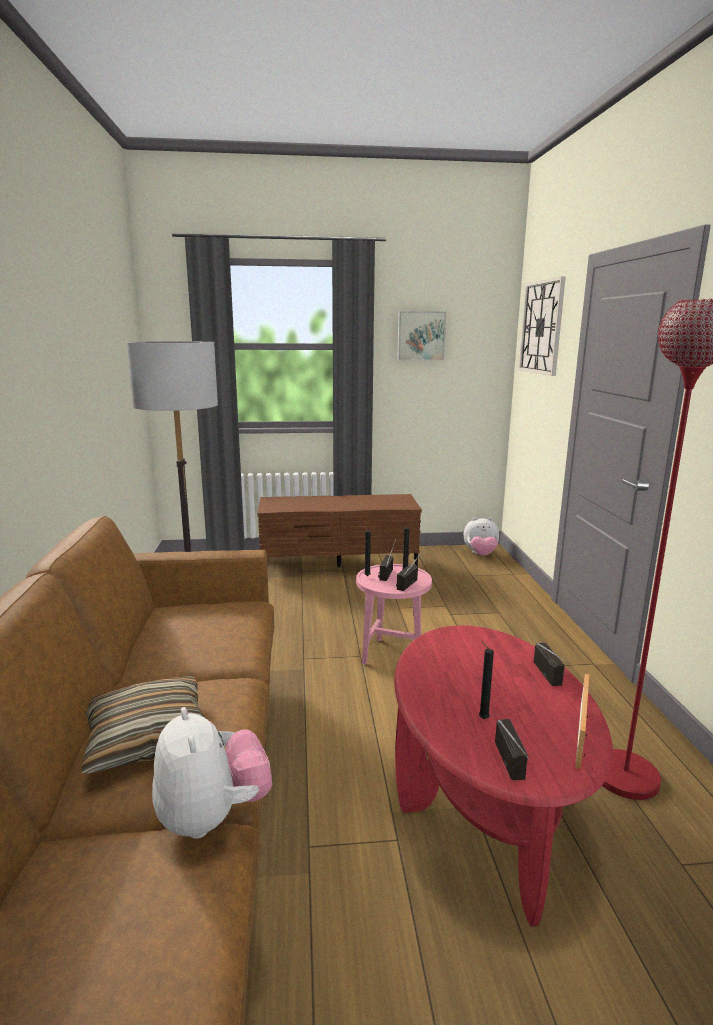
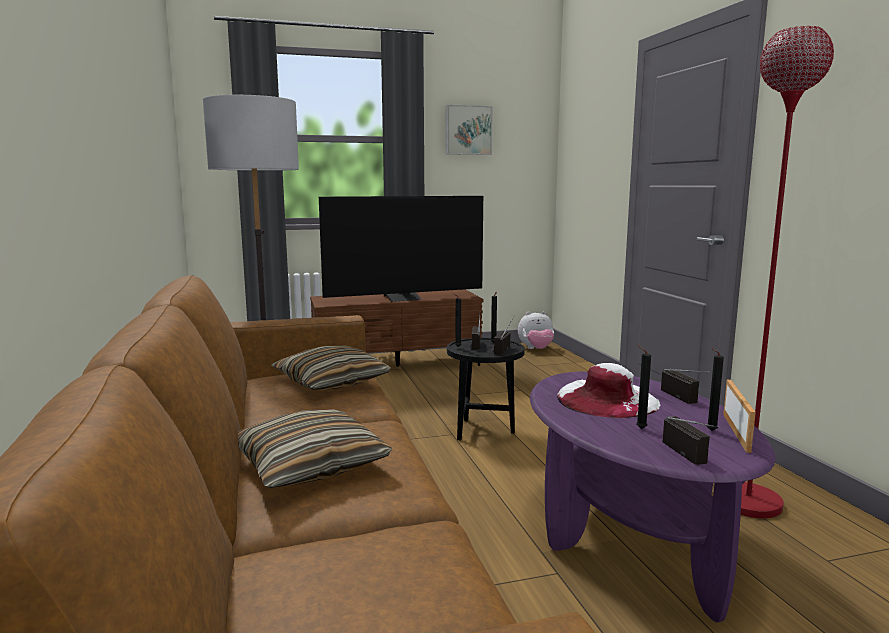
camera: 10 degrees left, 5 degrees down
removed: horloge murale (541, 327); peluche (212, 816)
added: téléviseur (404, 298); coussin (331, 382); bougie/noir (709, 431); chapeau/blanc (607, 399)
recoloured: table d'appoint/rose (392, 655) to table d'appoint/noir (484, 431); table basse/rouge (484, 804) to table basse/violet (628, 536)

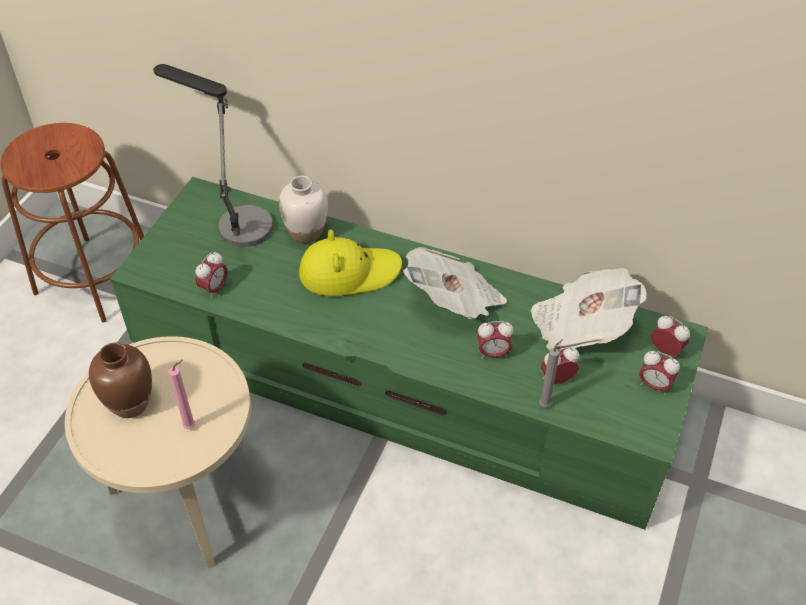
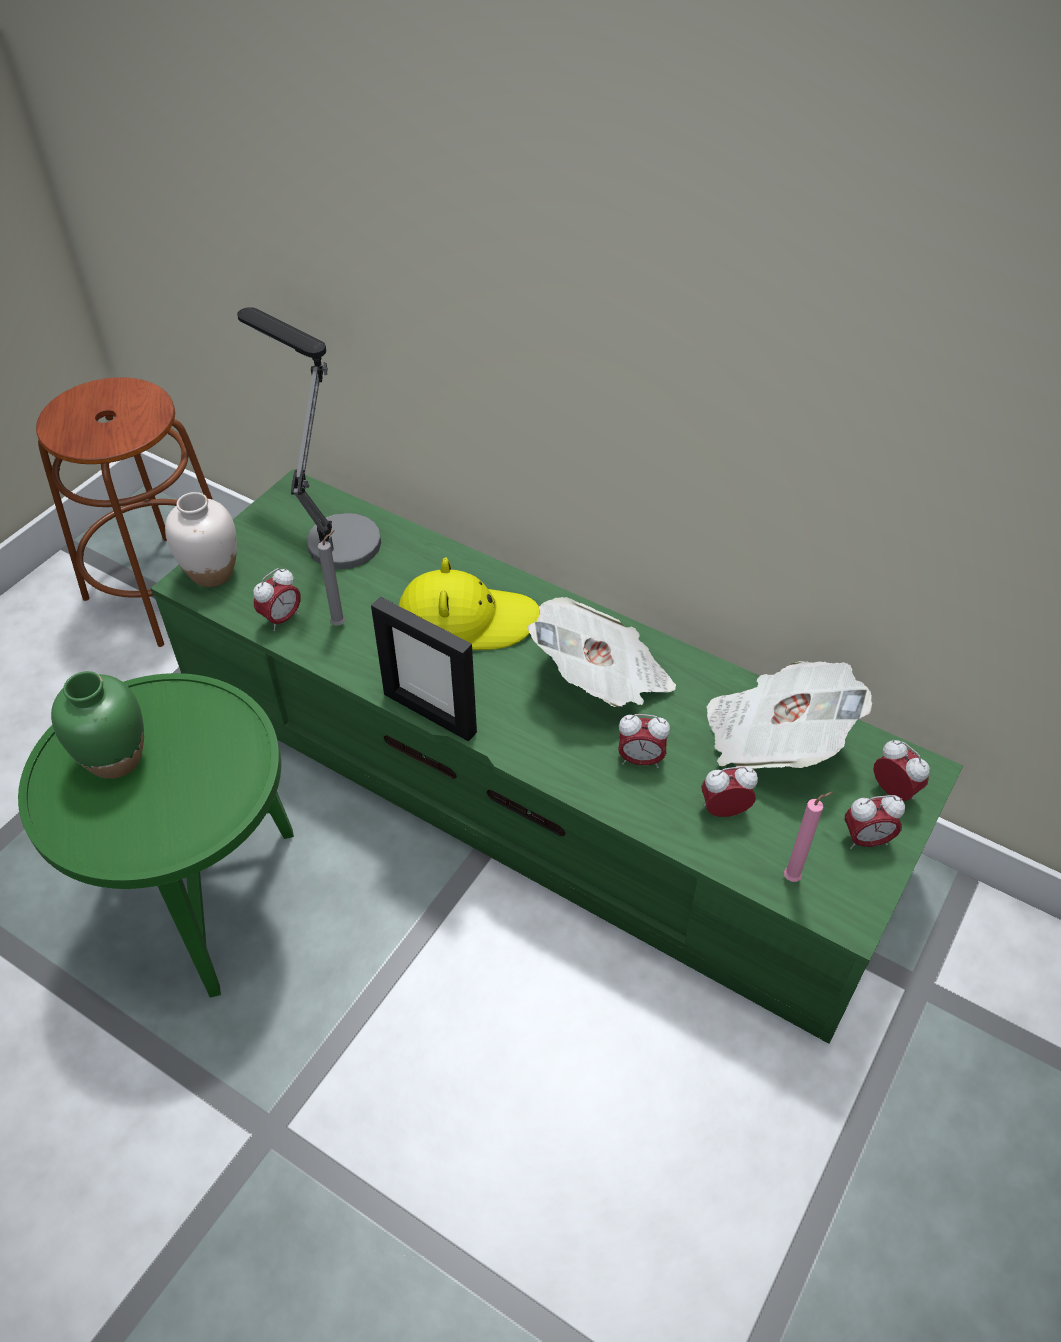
camera: 10 degrees right, 0 degrees up
added: cadre photo (431, 711)
moved: vase/blanc (306, 233) to (212, 573); bougie/gris (546, 404) to (340, 623); bougie/rose (192, 426) to (794, 877)
recoloured: table d'appoint/beige (189, 504) to table d'appoint/vert (207, 904); vase/marron (130, 404) to vase/vert (115, 759)
turned: réveil (654, 385) = (866, 840) 45 degrees counterclockwise

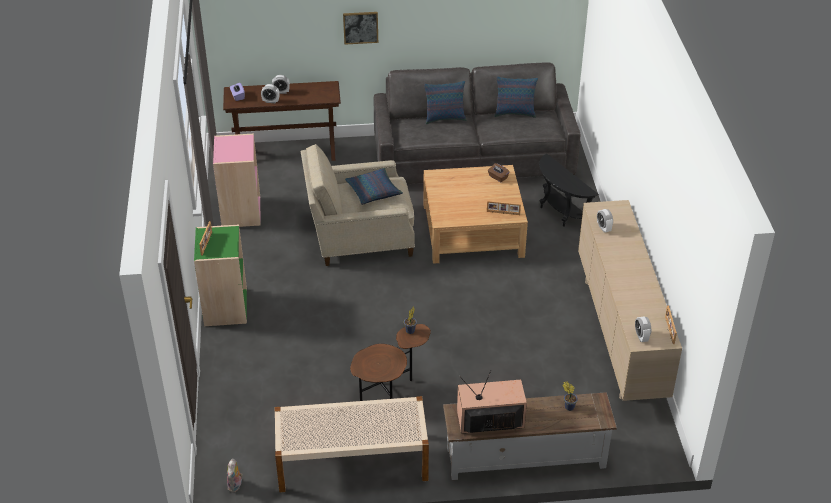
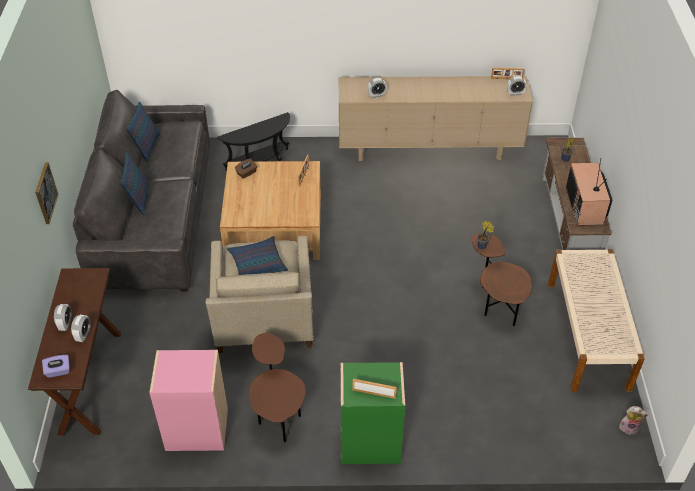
camera: 85 degrees left, 5 degrees up
added: table d'appoint/marron (277, 412)

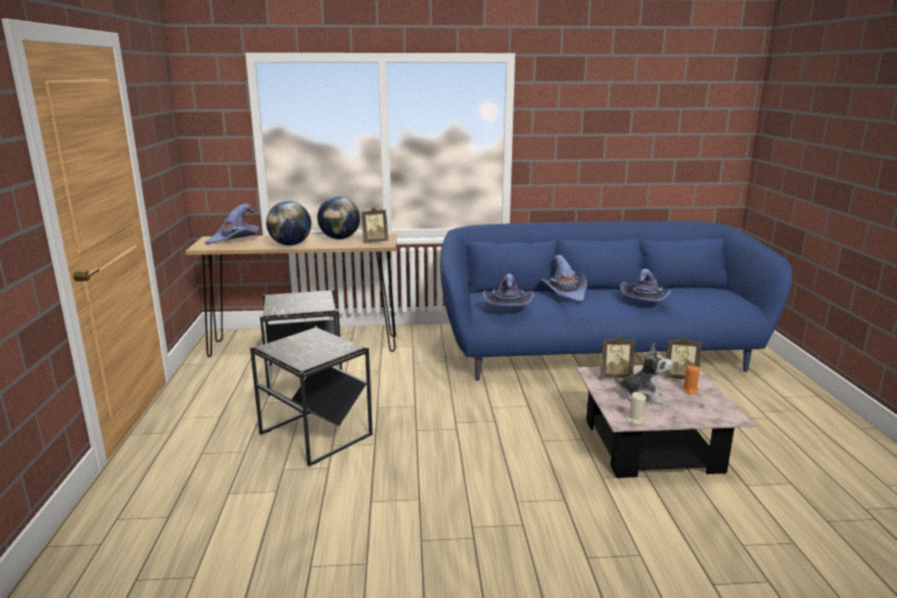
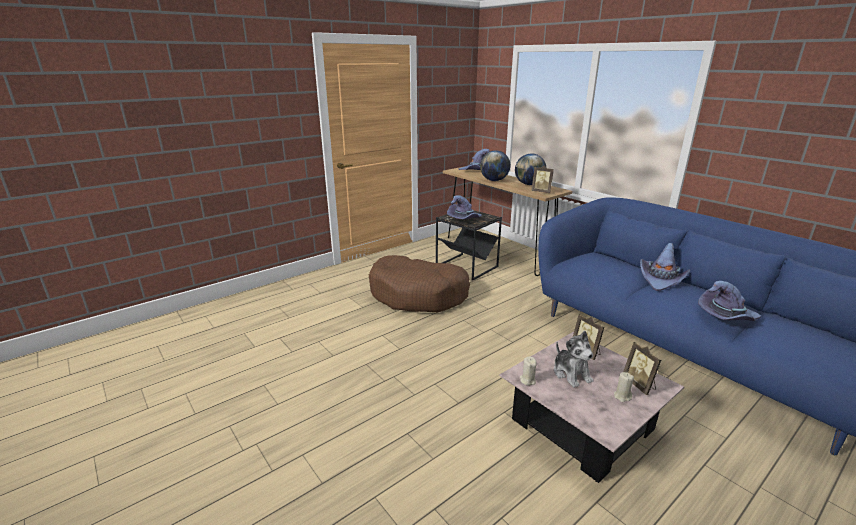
camera: 55 degrees right, 5 degrees up
moved: chapeau/violet (507, 306) to (464, 219)
replaced: table d'appoint/noir (316, 435) to panier pour chien/marron (418, 295)
recoloured: bougie/orange (690, 390) to bougie/beige (622, 396)

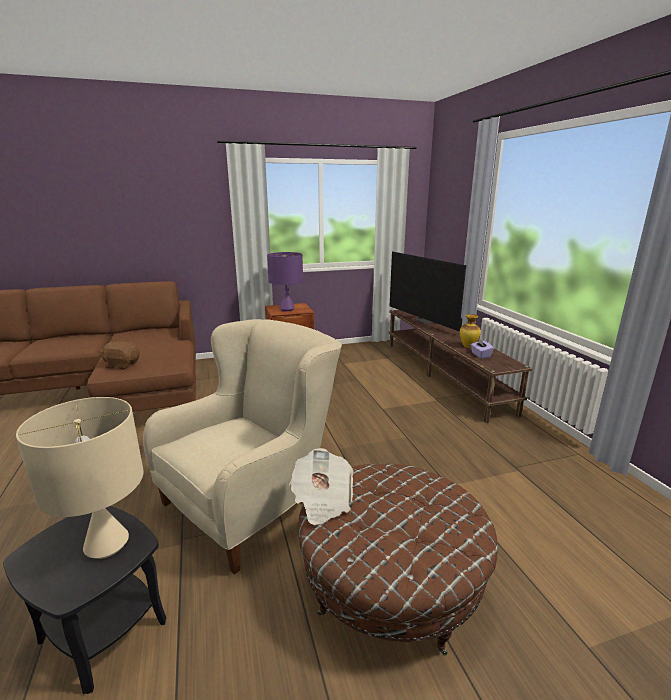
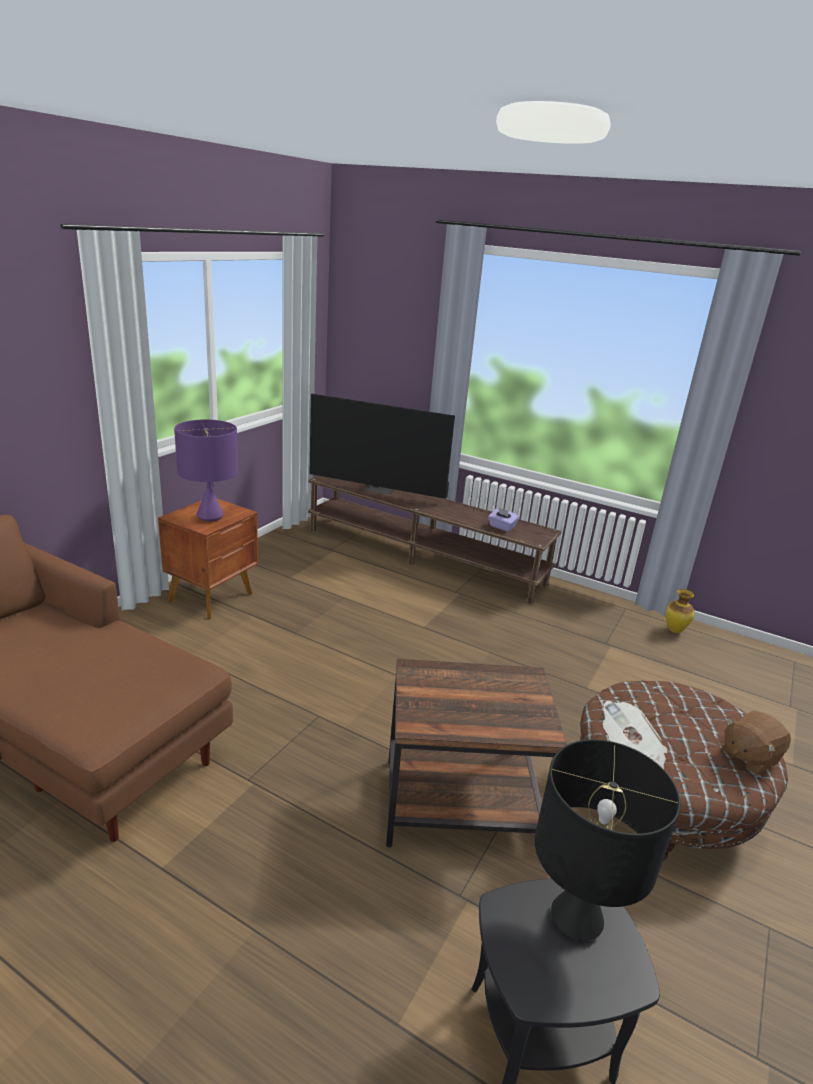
camera: 45 degrees left, 5 degrees up
moved: vase (468, 347) to (675, 630); peluche/marron (122, 365) to (749, 757)
replaced: fauteuil/beige (254, 499) to table d'appoint/marron (460, 804)
recoloured: lampe de table/beige (107, 546) to lampe de table/noir (576, 920)

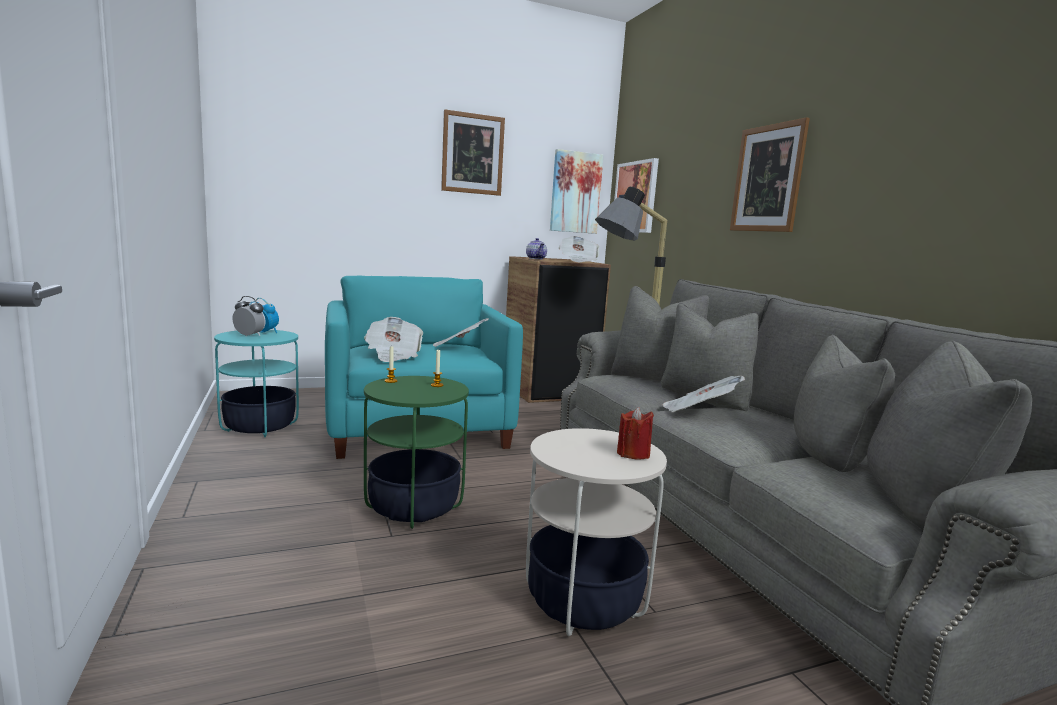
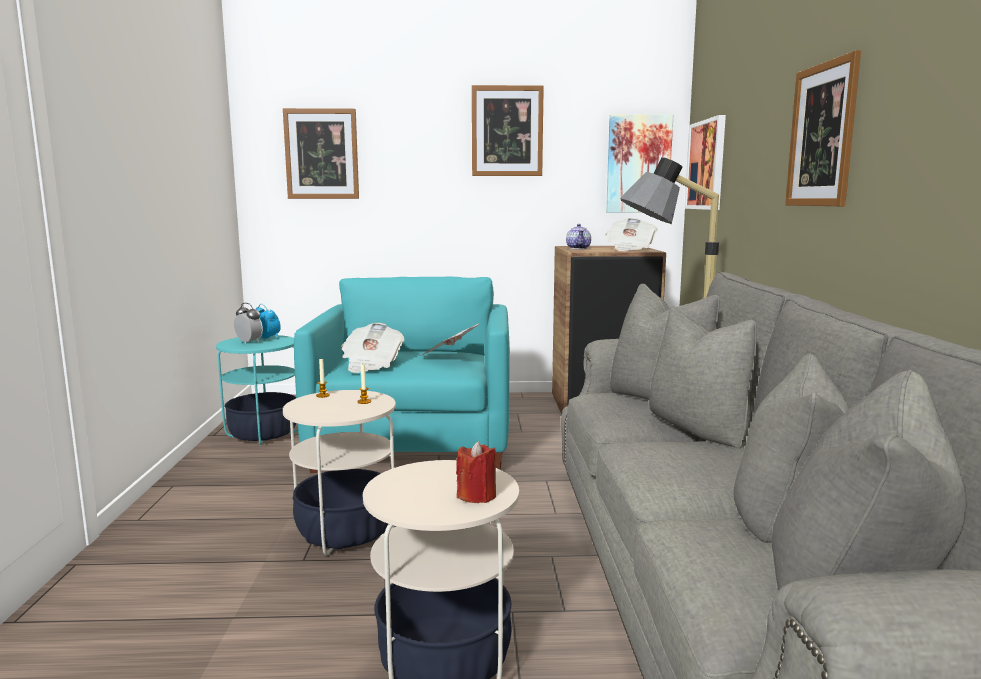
camera: 20 degrees right, 0 degrees up
removed: journal (698, 413)
added: tableau (321, 154)
recoloured: table d'appoint/vert (414, 509) to table d'appoint/beige (346, 534)

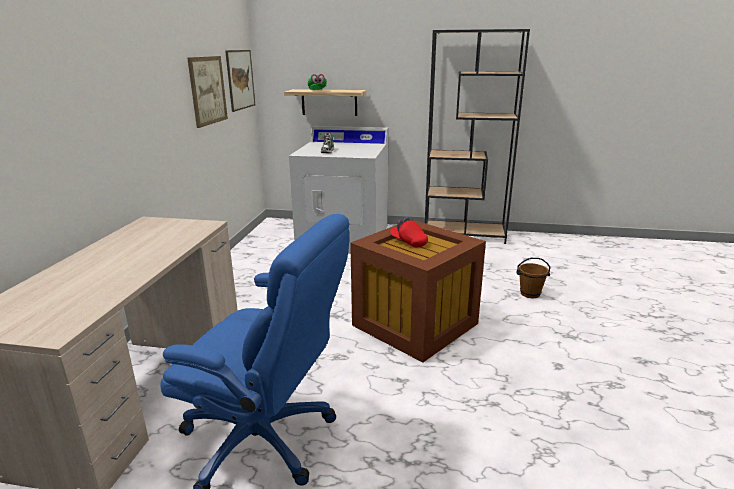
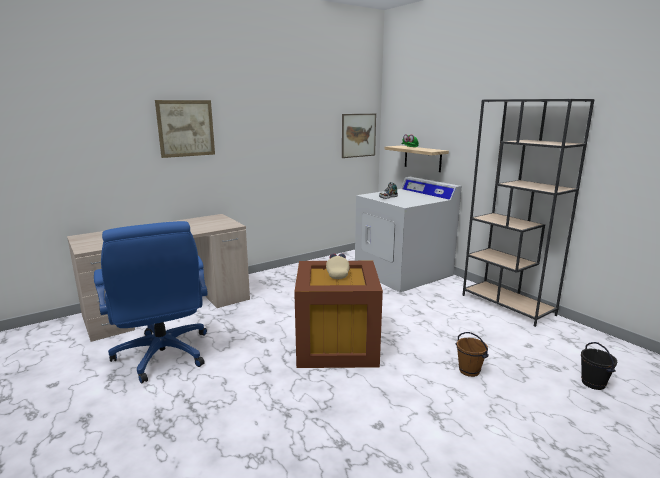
camera: 45 degrees right, 5 degrees down
added: seau/noir (593, 383)
moved: tableau (208, 90) to (186, 128)
recoloured: casquette/rouge (408, 242) to casquette/beige (337, 274)

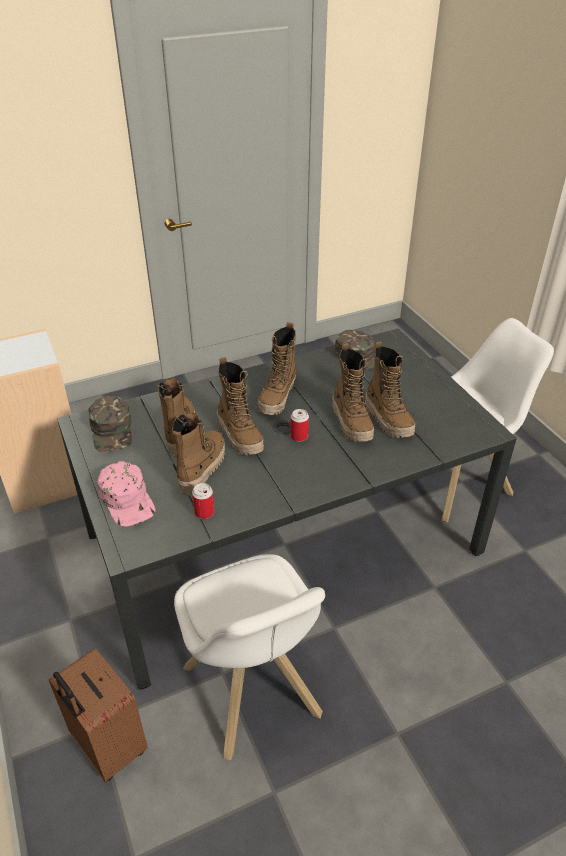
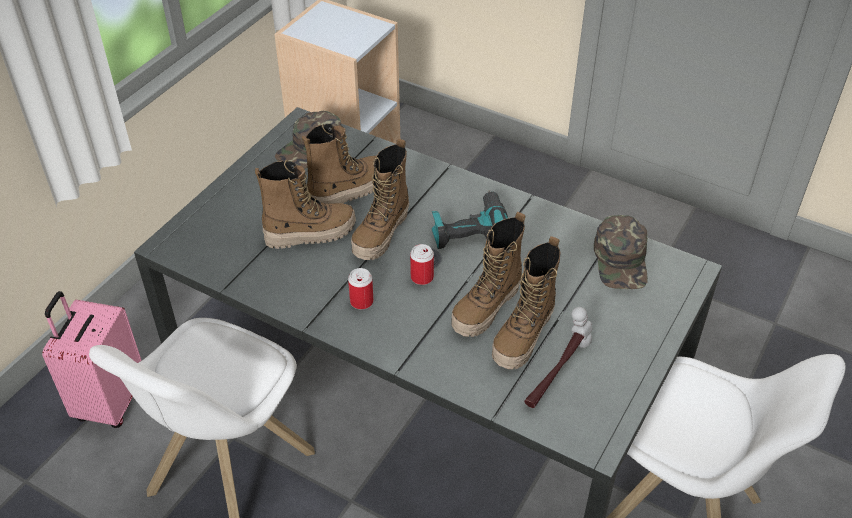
camera: 55 degrees right, 5 degrees up
removed: casquette/rose (128, 500)
added: marteau (557, 371)
moved: boîte métallique (204, 512) to (361, 301)
replaced: botte (278, 397) to perceuse (470, 230)
recoloured: valise/marron (107, 747) to valise/rose (109, 401)

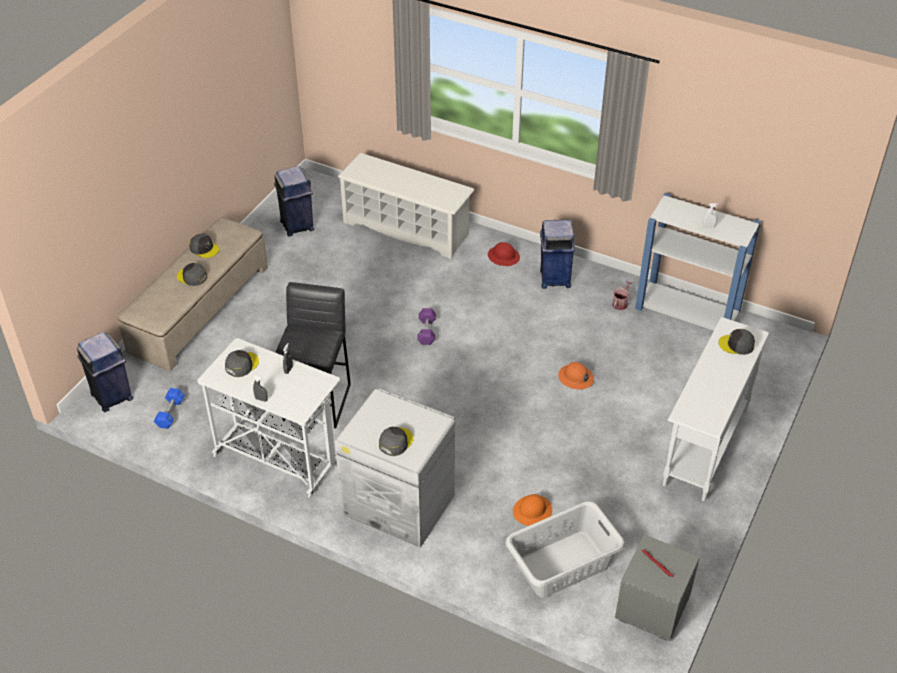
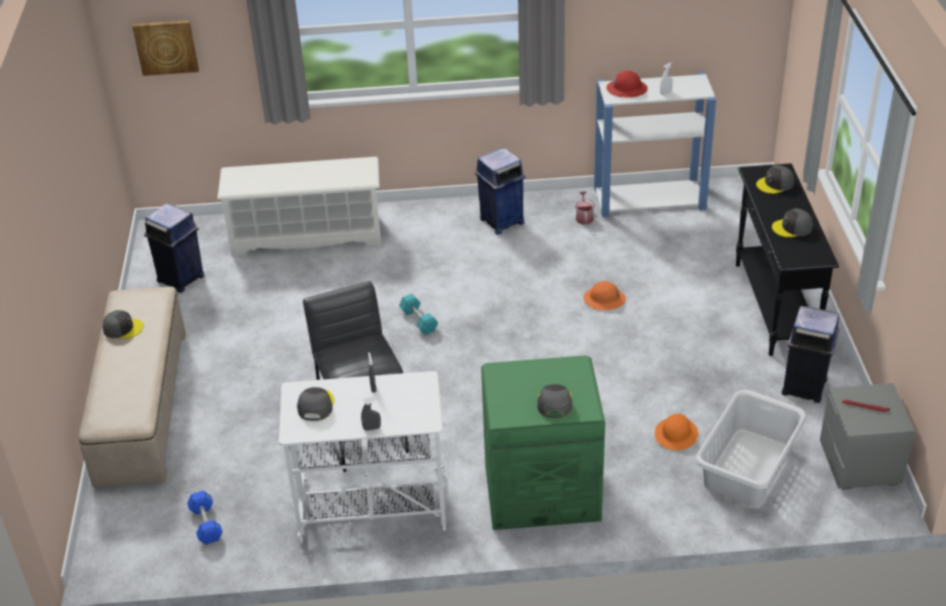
camera: 30 degrees left, 5 degrees down
added: tableau (166, 47)
moved: casque de chantier/rouge (503, 256) to (626, 89); casquette/gris (192, 277) to (792, 228); poubelle/bleu (112, 397) to (805, 387)
recoloured: haltère/violet (426, 331) to haltère/turquoise (419, 321); table console/blanc (704, 447) to table console/noir (774, 307); lave-linge/blanc (400, 500) to lave-linge/vert (540, 488)

